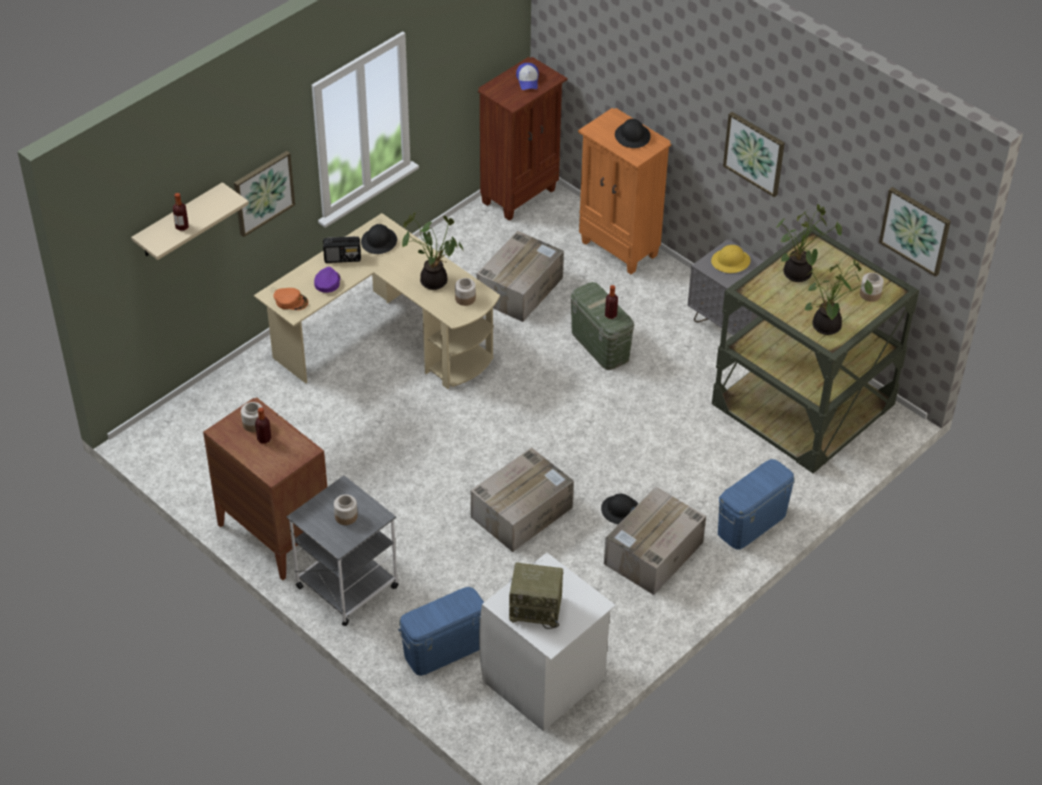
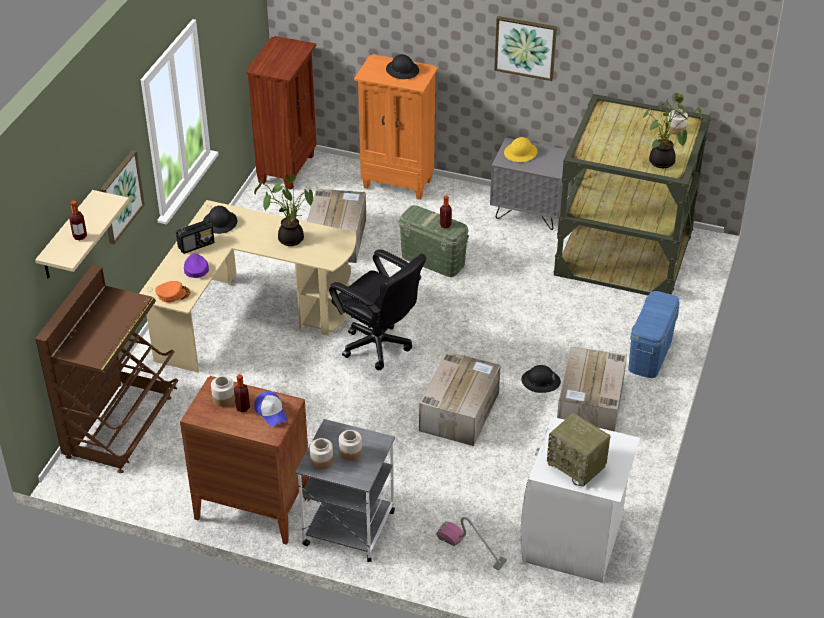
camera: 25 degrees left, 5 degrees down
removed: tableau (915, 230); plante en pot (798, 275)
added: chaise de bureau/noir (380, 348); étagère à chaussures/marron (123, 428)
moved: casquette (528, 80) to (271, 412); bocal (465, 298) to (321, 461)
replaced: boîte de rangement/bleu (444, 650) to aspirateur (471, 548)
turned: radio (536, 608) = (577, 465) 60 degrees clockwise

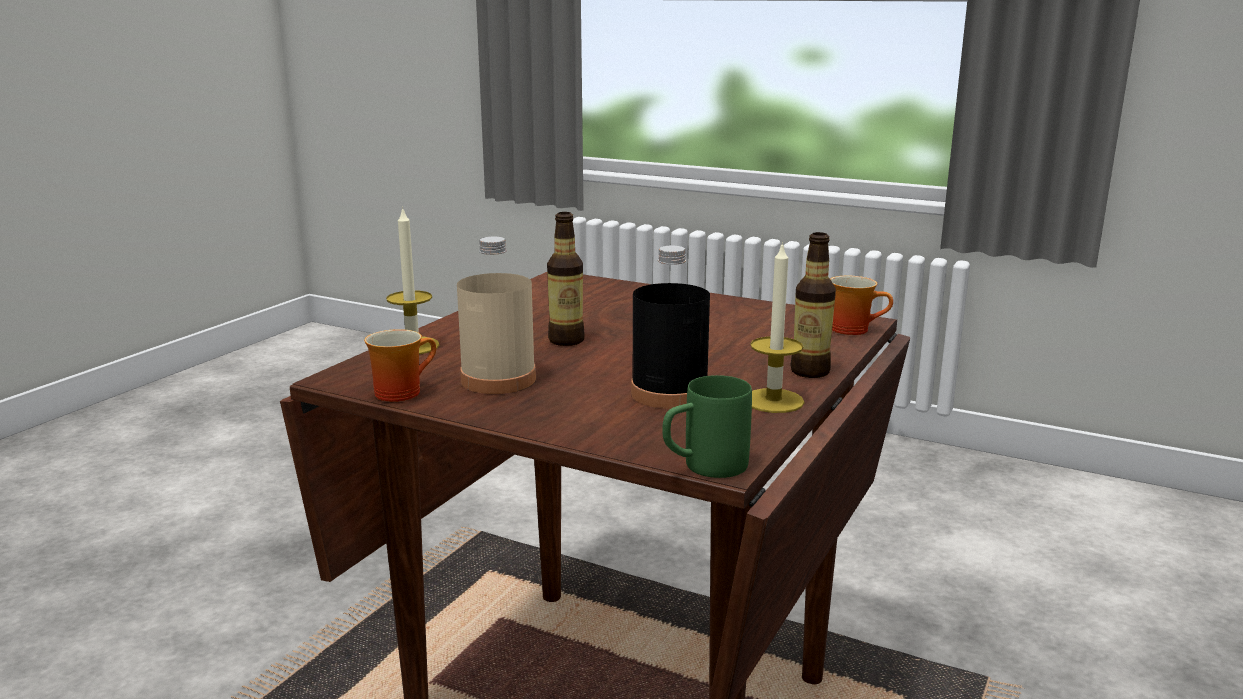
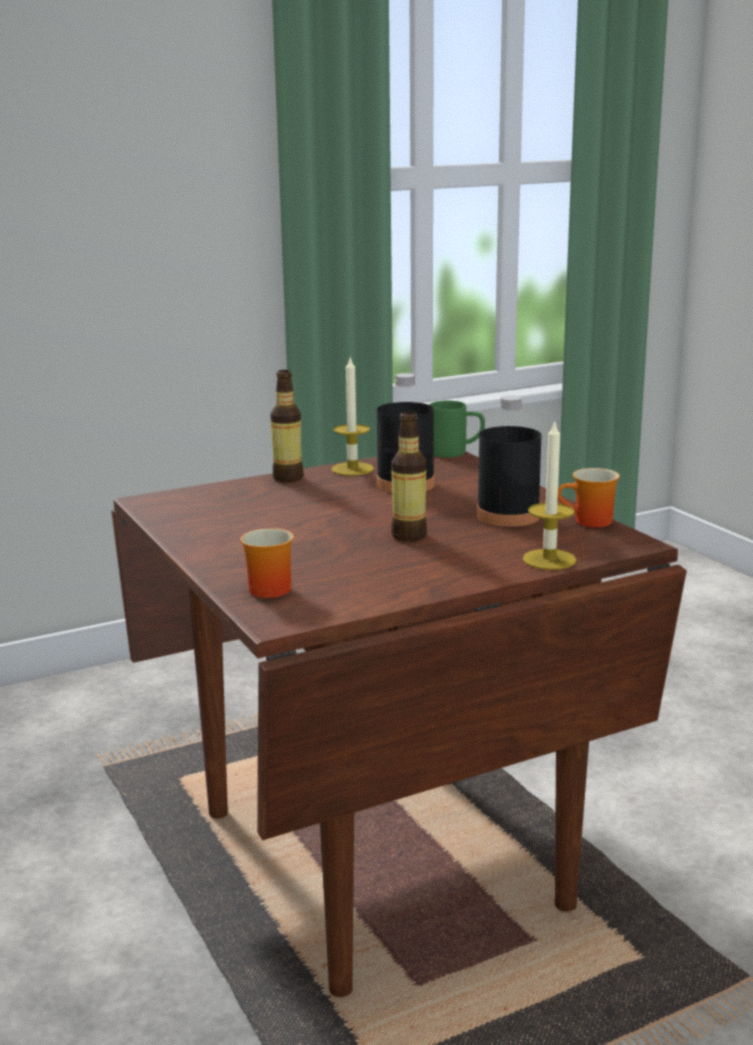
camera: 145 degrees left, 0 degrees up
moved: mug (854, 329) to (264, 589)
recoloured: bouteille/beige (498, 379) to bouteille/noir (508, 516)

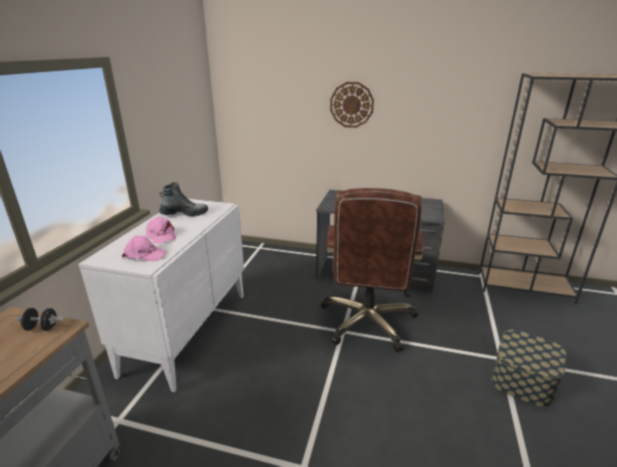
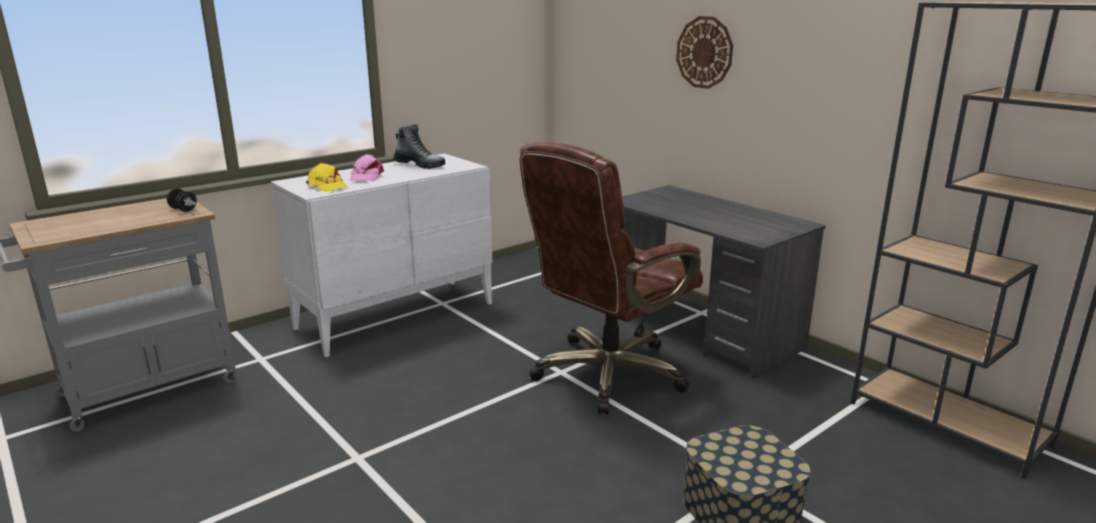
camera: 35 degrees right, 5 degrees down
recoloured: casquette/rose (144, 254) to casquette/jaune (327, 186)

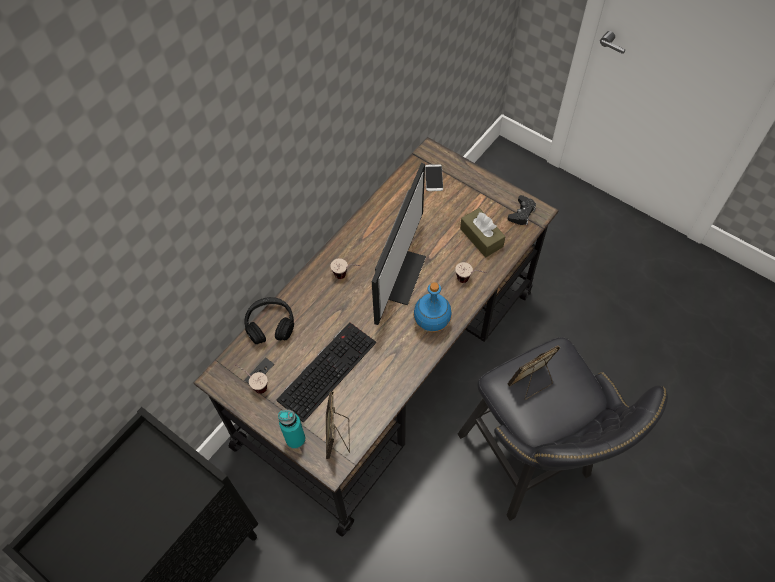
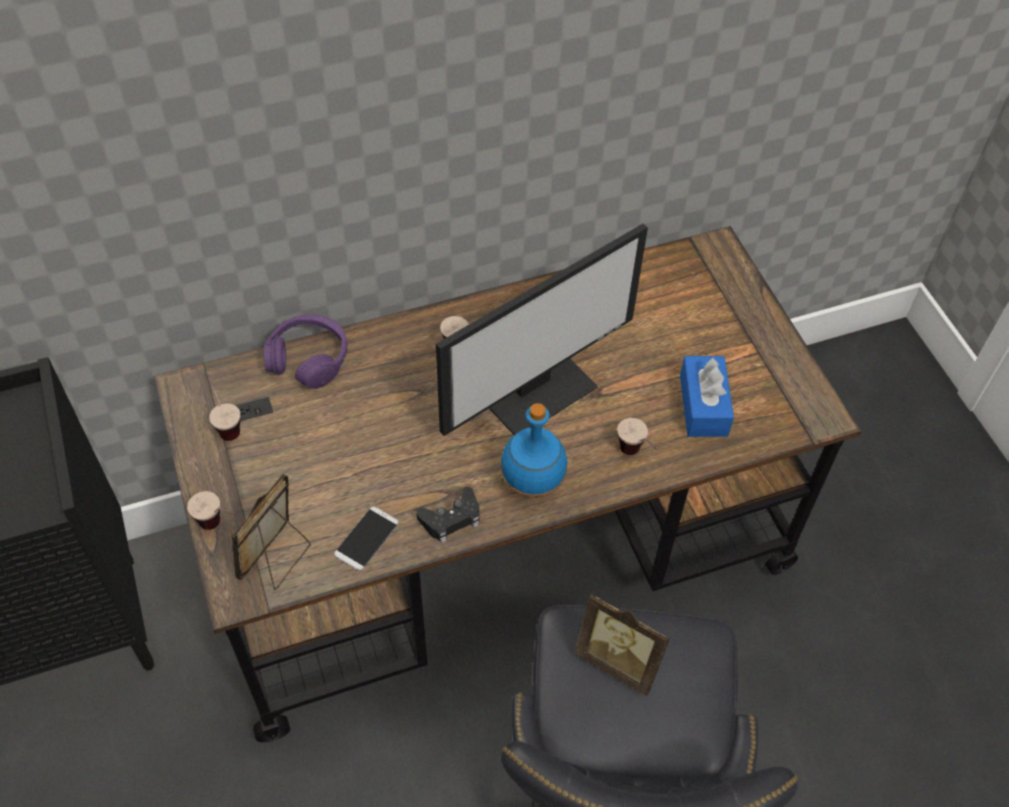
camera: 30 degrees right, 5 degrees down
removed: clavier (327, 369)
moved: téléphone (434, 178) to (366, 538); manette/noir (522, 213) to (451, 519)
replaced: bouteille/turquoise (295, 439) to tasse (219, 527)
recoloured: boîte à mouchoirs/marron (481, 237) to boîte à mouchoirs/bleu (703, 405); casque audio/noir (270, 324) to casque audio/violet (309, 358)
turned: cadre photo (531, 383) = (619, 660) 150 degrees counterclockwise

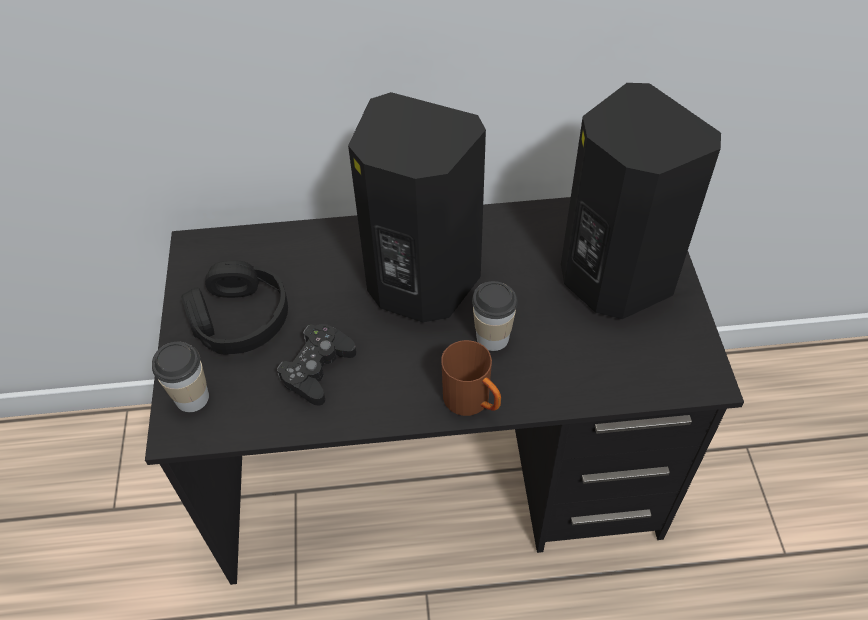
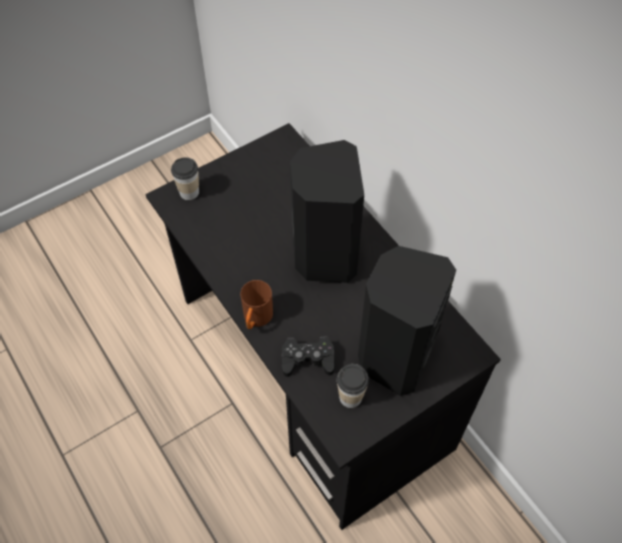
camera: 60 degrees right, 5 degrees up
removed: casque audio/noir (239, 319)
moved: tasse (492, 337) to (350, 397); manette/noir (317, 369) to (308, 359)

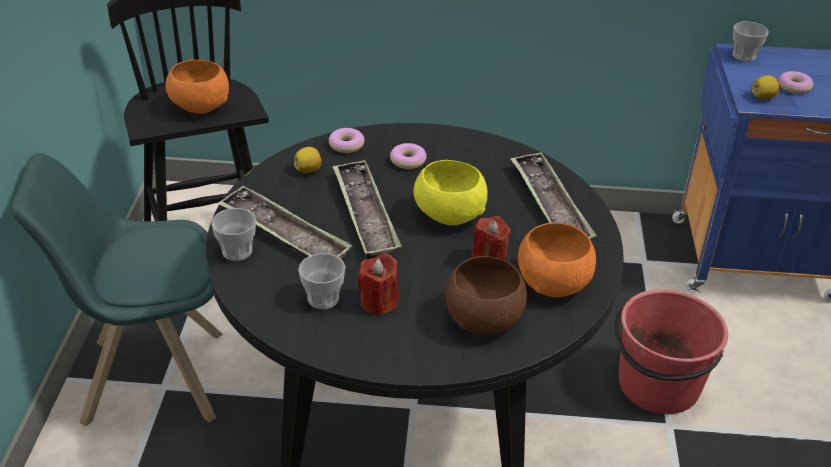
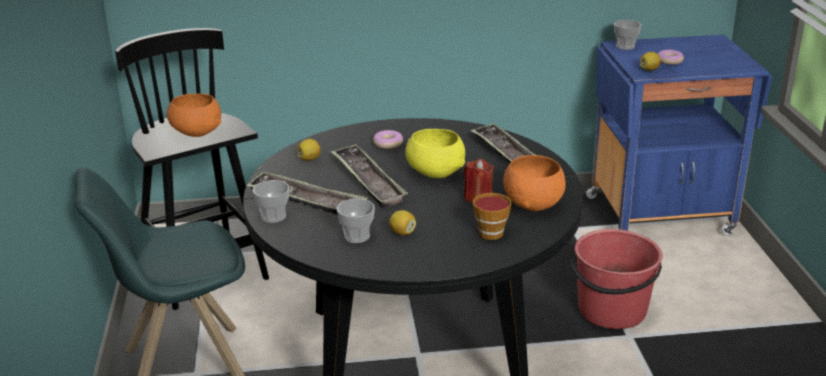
camera: 10 degrees left, 10 degrees down
removed: beignet (346, 145)
replaced: bougie/rouge (379, 302) to citron (402, 233); bol/marron (483, 319) to tasse (488, 232)

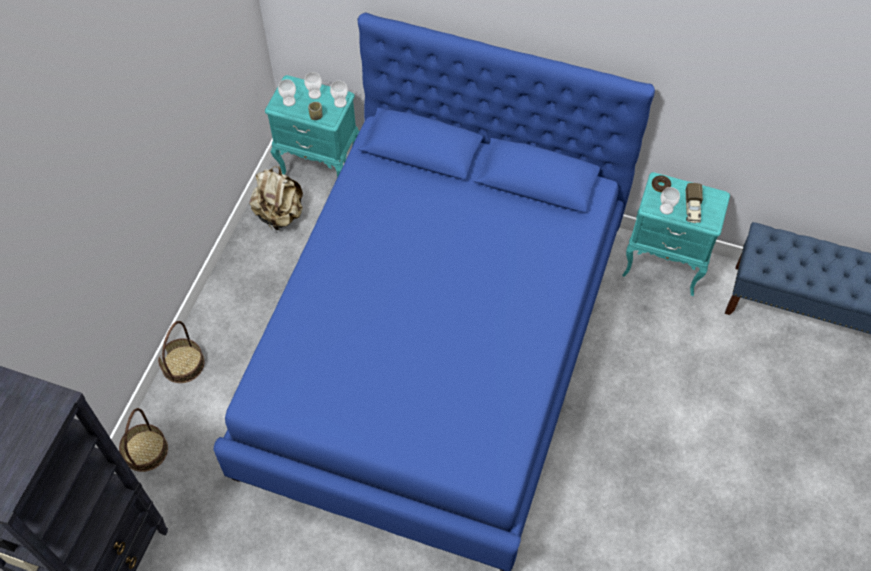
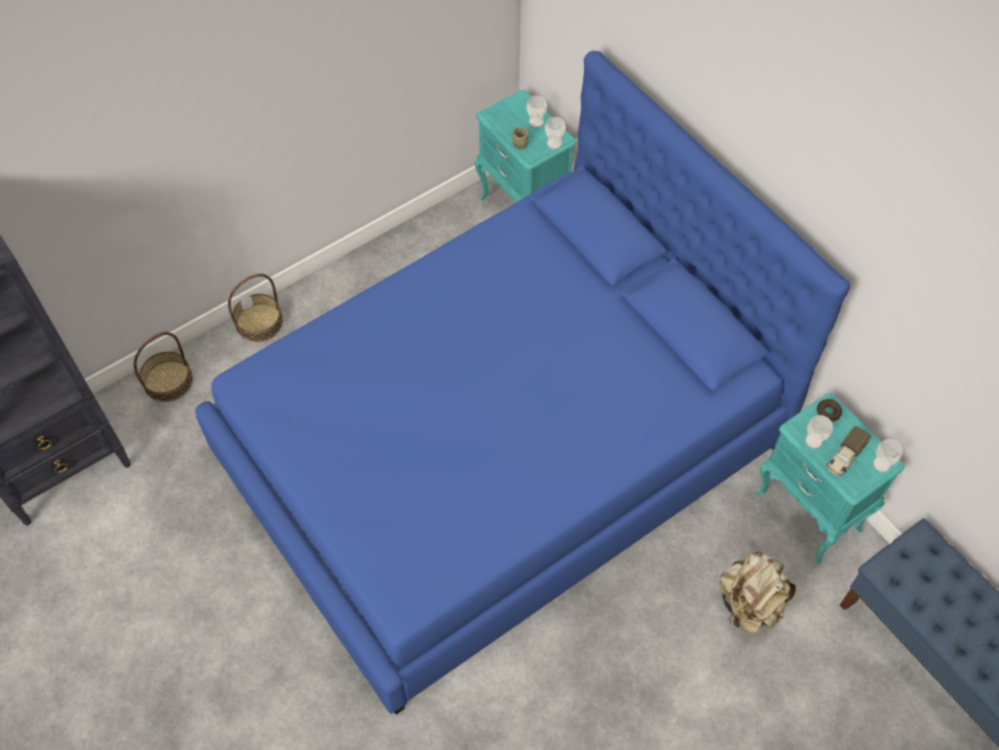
camera: 35 degrees right, 0 degrees up
moved: tasse (289, 101) to (881, 464); sac à dos/beige (279, 215) to (749, 604)

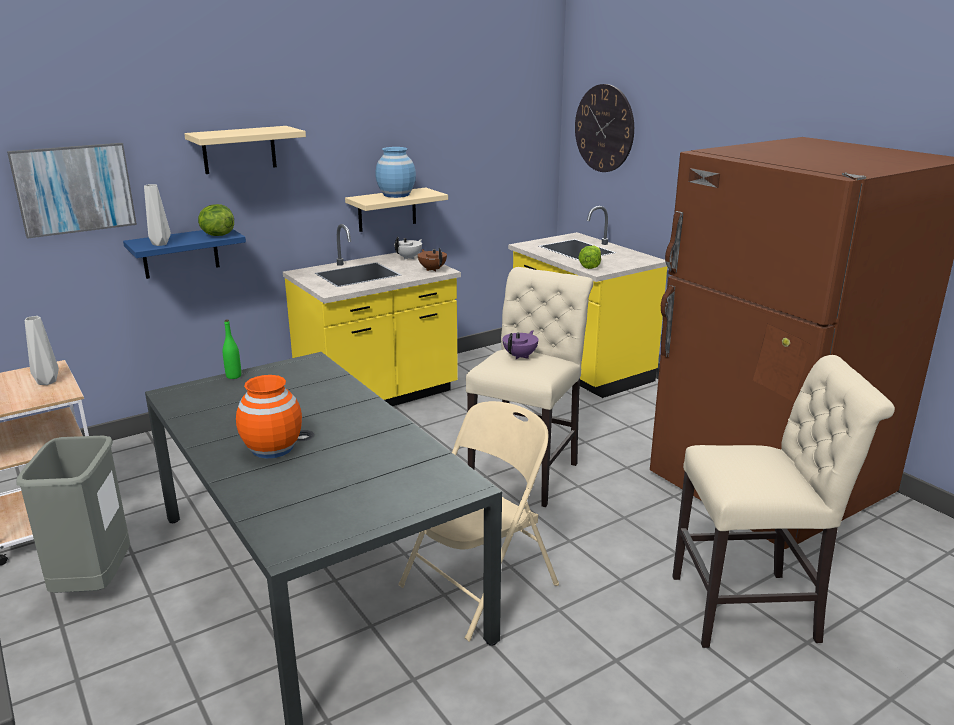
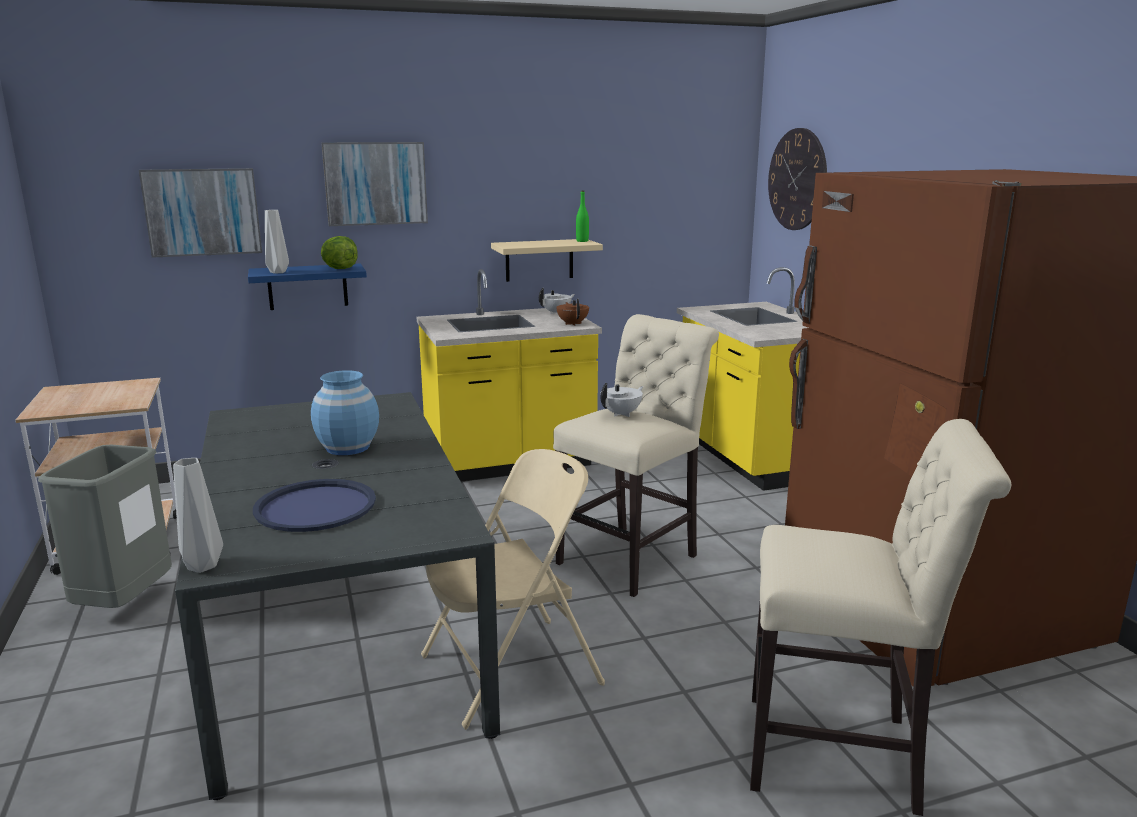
camera: 15 degrees right, 5 degrees down
removed: laitue (590, 266); vase/orange (272, 448)
added: plateau/bleu (315, 507)
moved: vase/bleu (396, 195) to (348, 447); vase/gris (48, 382) to (203, 567); bouteille/vert (233, 376) to (582, 241)
replaced: étagère/beige (239, 150) to tableau (375, 183)
recoloured: théière/violet (520, 356) to théière/blanc (621, 414)

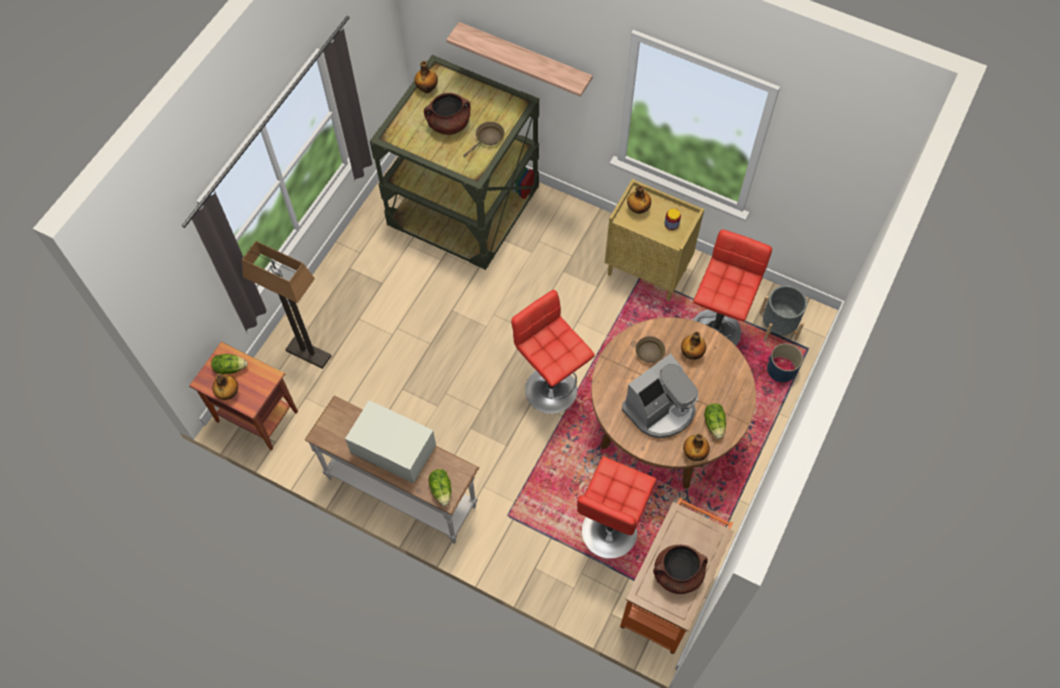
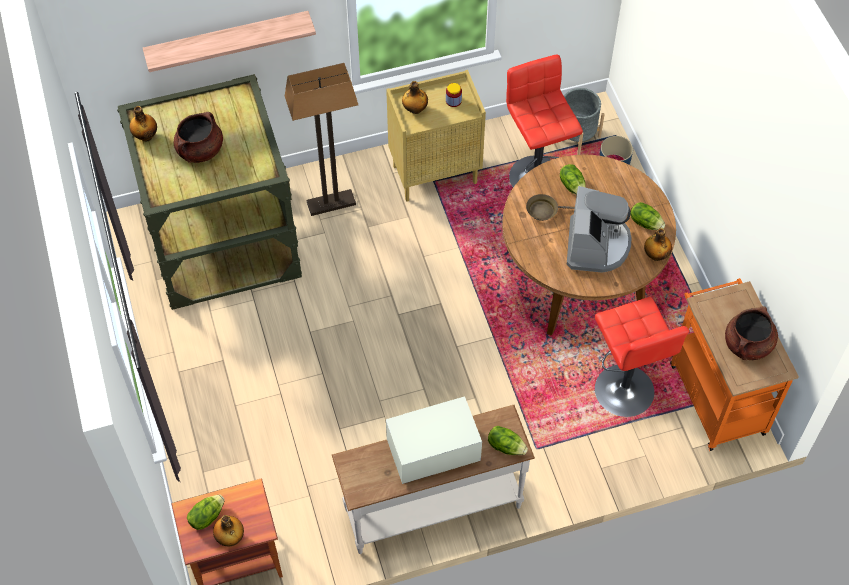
camera: 45 degrees left, 5 degrees down
removed: poêle/marron (488, 138); tabouret/rouge (551, 389)
moved: lampadaire (308, 353) to (331, 204)
replaced: bouteille (692, 353) to laitue (572, 186)

